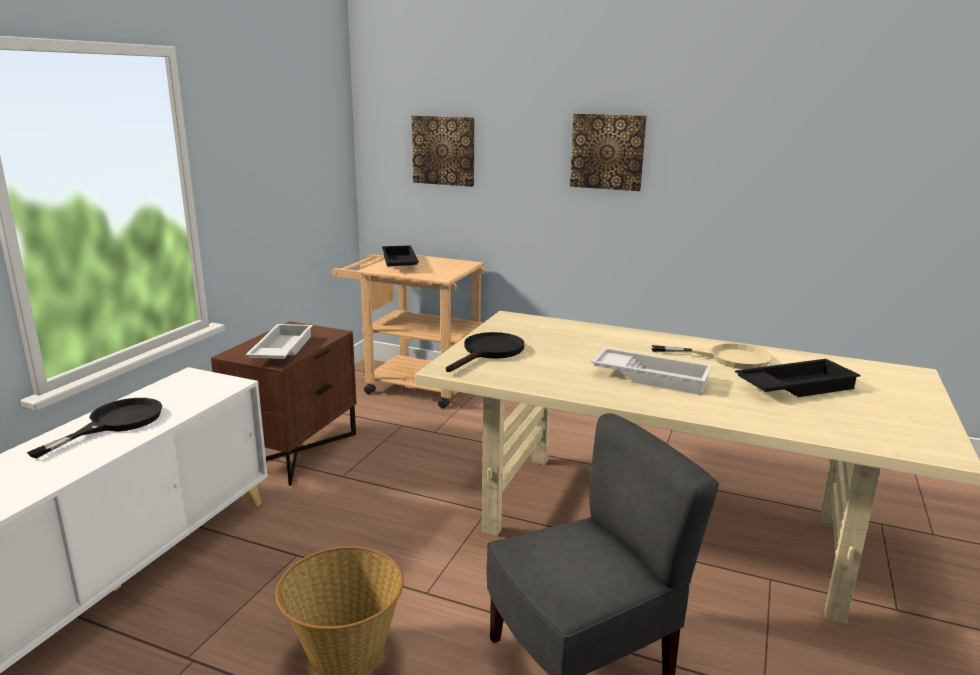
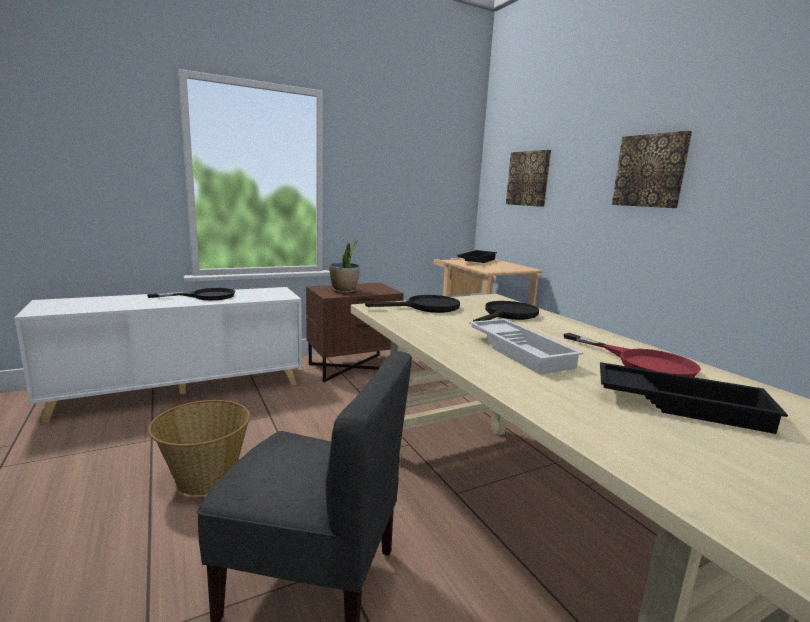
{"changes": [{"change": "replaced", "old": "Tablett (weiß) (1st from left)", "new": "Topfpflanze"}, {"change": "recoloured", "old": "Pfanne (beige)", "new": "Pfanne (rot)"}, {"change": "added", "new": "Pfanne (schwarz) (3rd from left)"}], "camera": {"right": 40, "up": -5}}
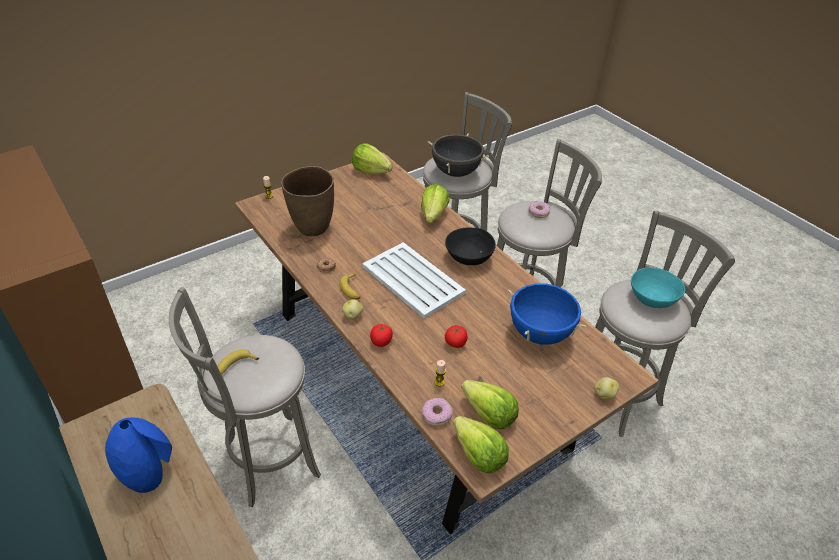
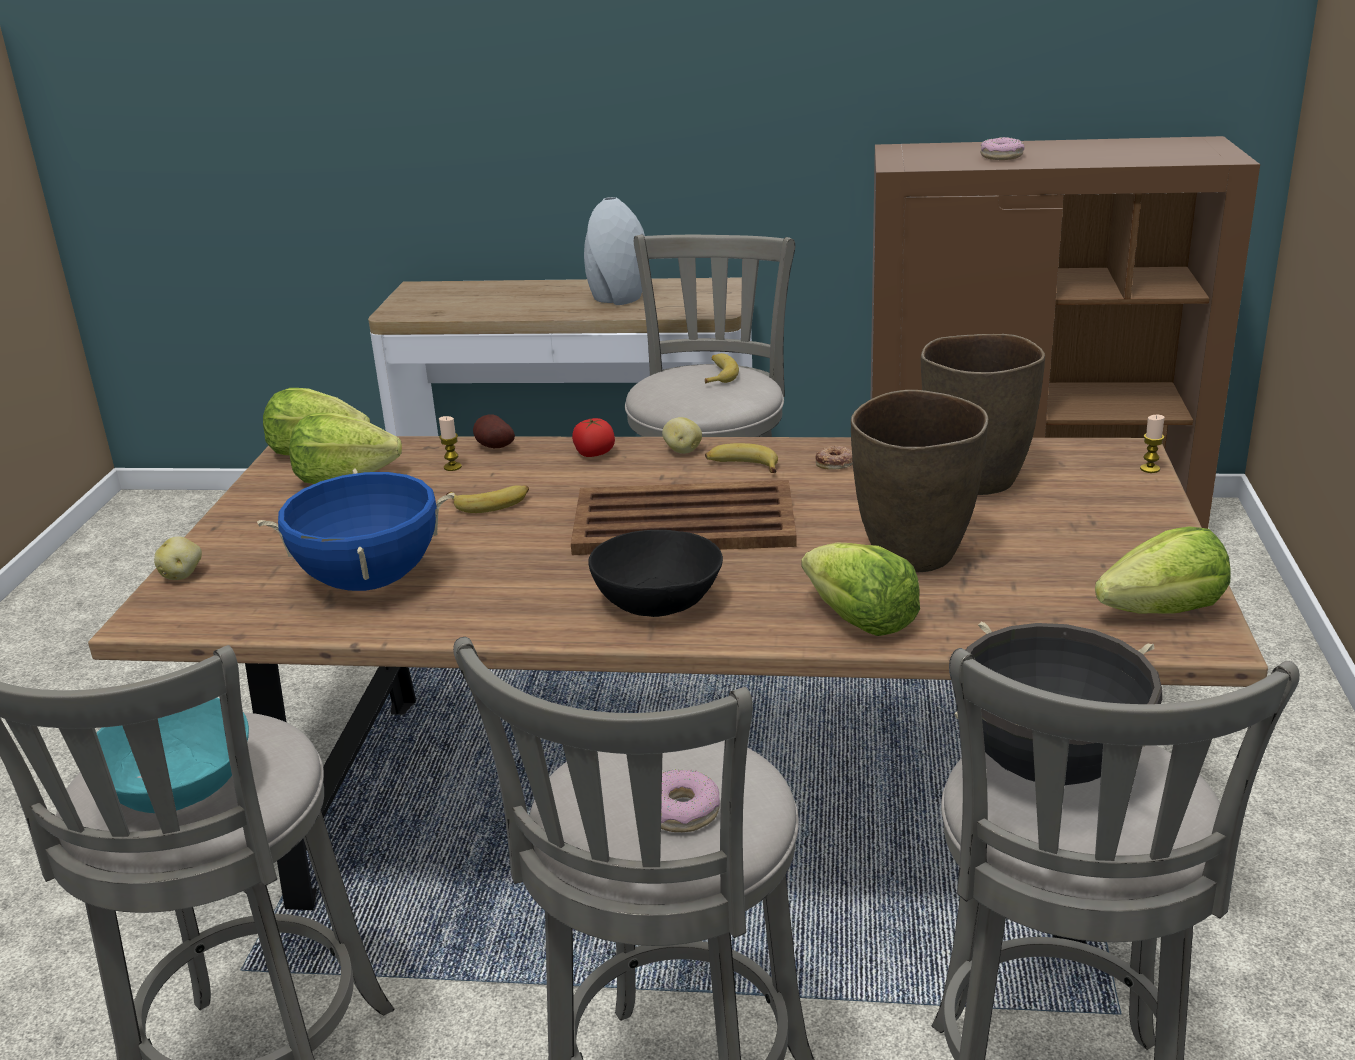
{"changes": [{"change": "recoloured", "old": "Vase (blau)", "new": "Vase (grau)"}, {"change": "recoloured", "old": "Tablett (weiß)", "new": "Tablett (braun)"}, {"change": "moved", "old": "Donut (2nd from left in the first image)", "new": "Donut (3rd from left)"}, {"change": "replaced", "old": "Tomate (2nd from left)", "new": "Banane (1st from left)"}, {"change": "added", "new": "Kartoffel (2nd from left)"}, {"change": "added", "new": "Vase (braun) (1st from left)"}], "camera": {"right": 135, "up": -15}}
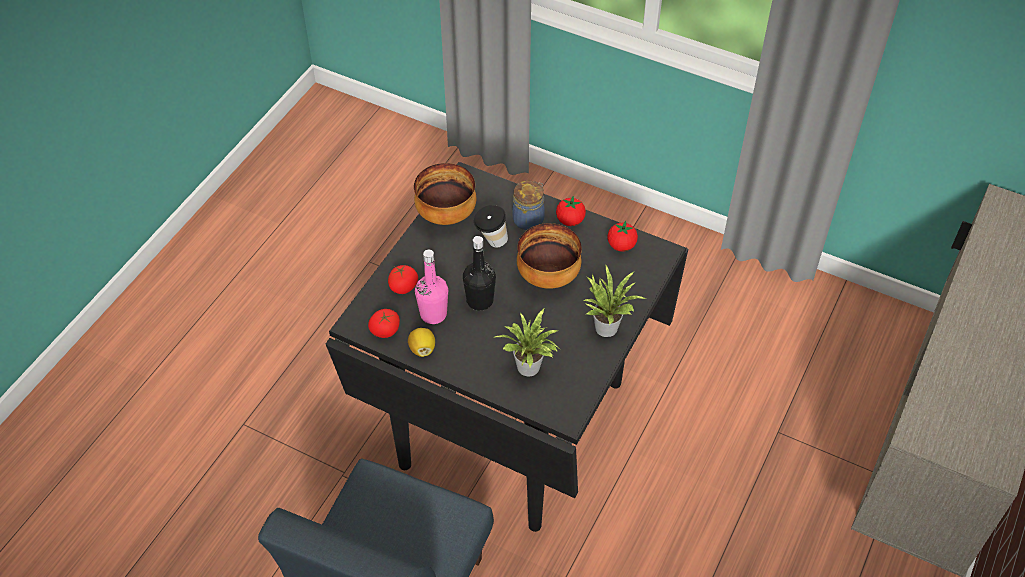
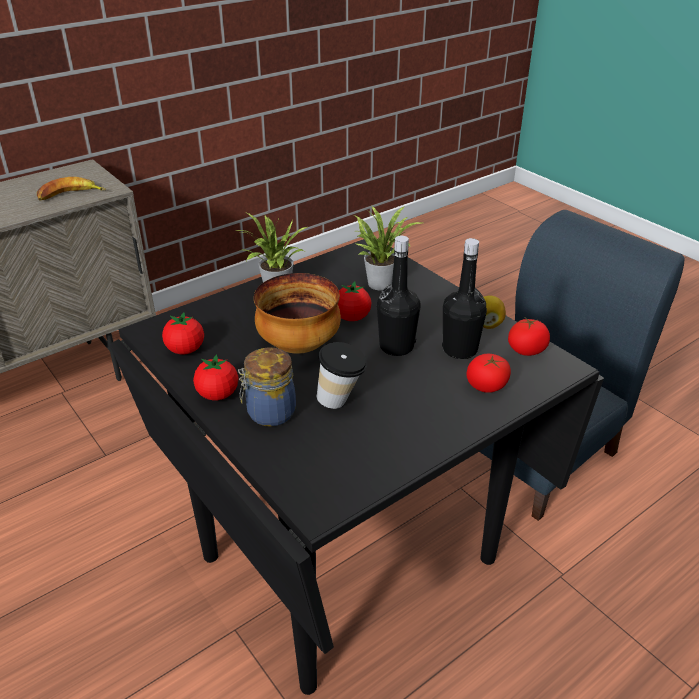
{"changes": [{"change": "removed", "old": "Schüssel (1st from left)"}, {"change": "recoloured", "old": "Flasche (rosa)", "new": "Flasche (schwarz) (2nd from left)"}, {"change": "added", "new": "Banane"}, {"change": "added", "new": "Tomate (3rd from left)"}], "camera": {"right": -155, "up": -15}}
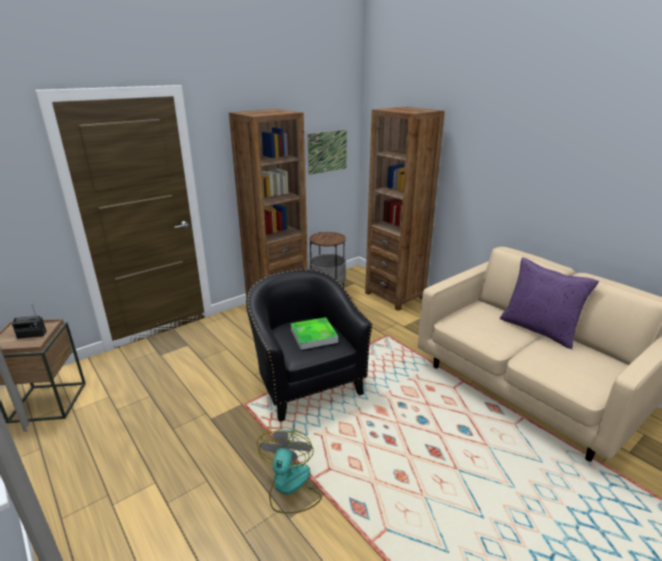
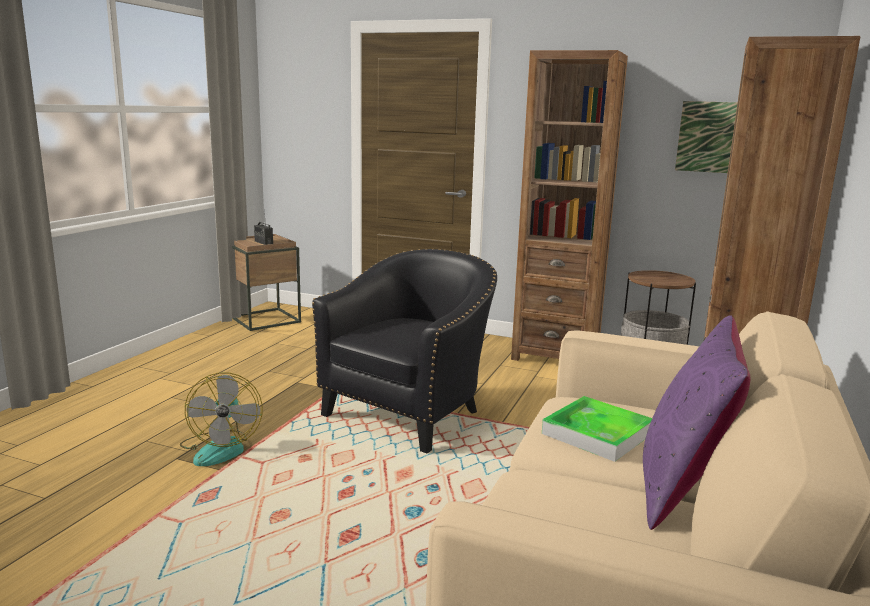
{"changes": [{"change": "turned", "old": "Ventilator", "degrees": 105}, {"change": "moved", "old": "Tablett"}], "camera": {"right": 60, "up": -10}}
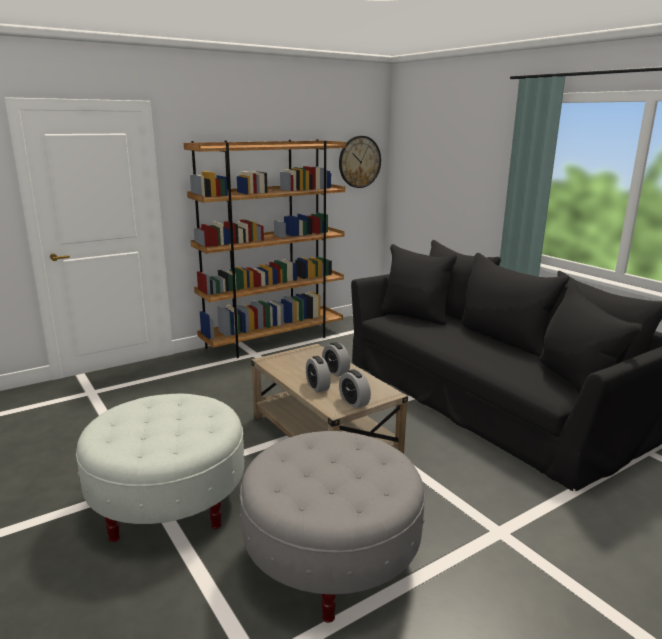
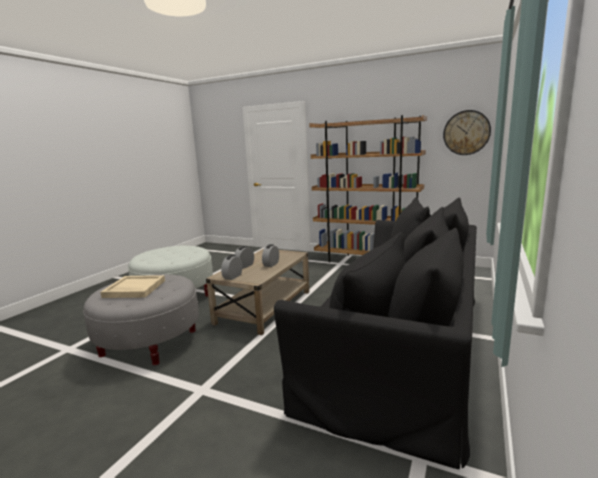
{"changes": [{"change": "added", "new": "Tablett (beige)"}], "camera": {"right": 60, "up": -5}}
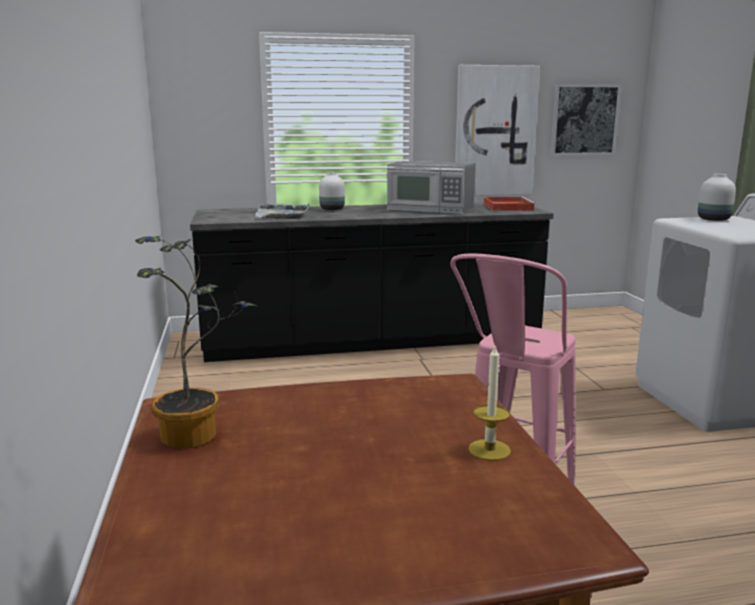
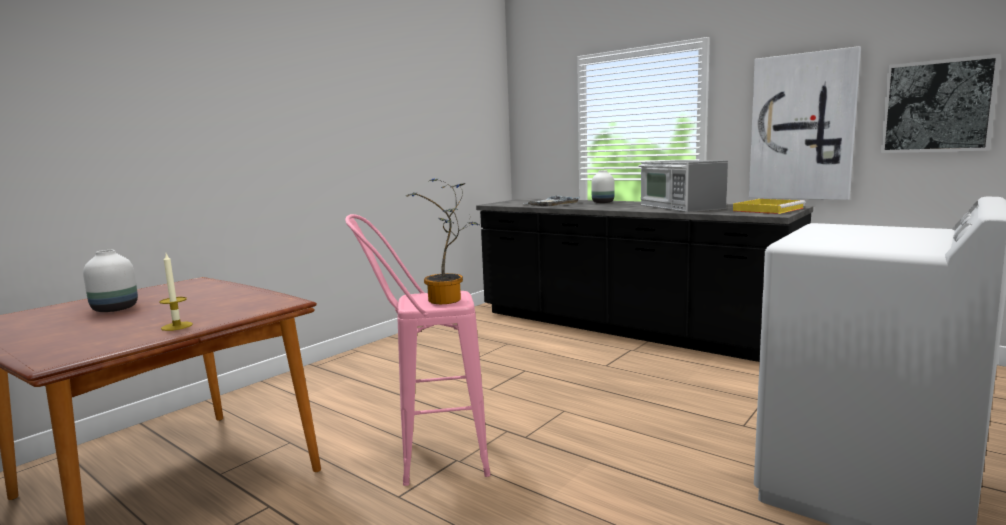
{"changes": [{"change": "moved", "old": "Topfpflanze"}, {"change": "recoloured", "old": "Tablett (rot)", "new": "Tablett (gelb)"}, {"change": "moved", "old": "Vase (weiß) (2nd from left in the first image)", "new": "Vase (weiß) (1st from left)"}], "camera": {"right": 50, "up": -5}}
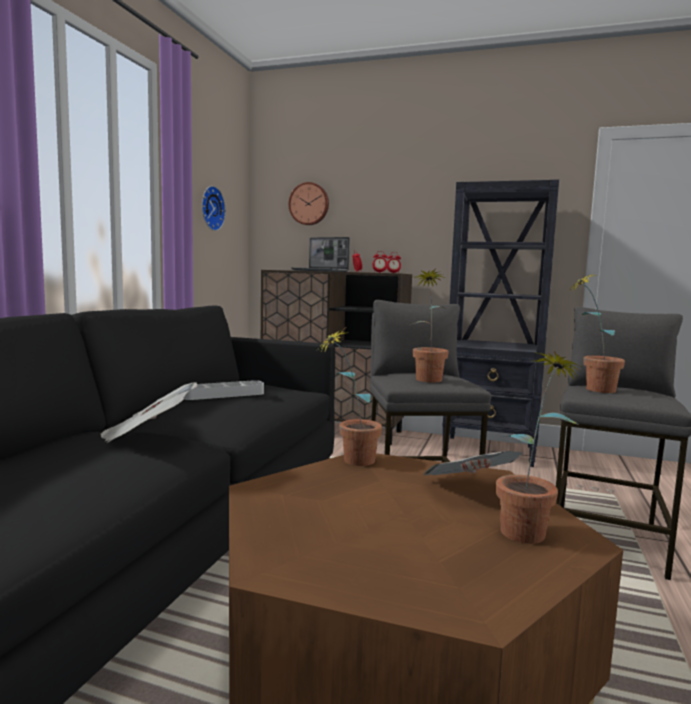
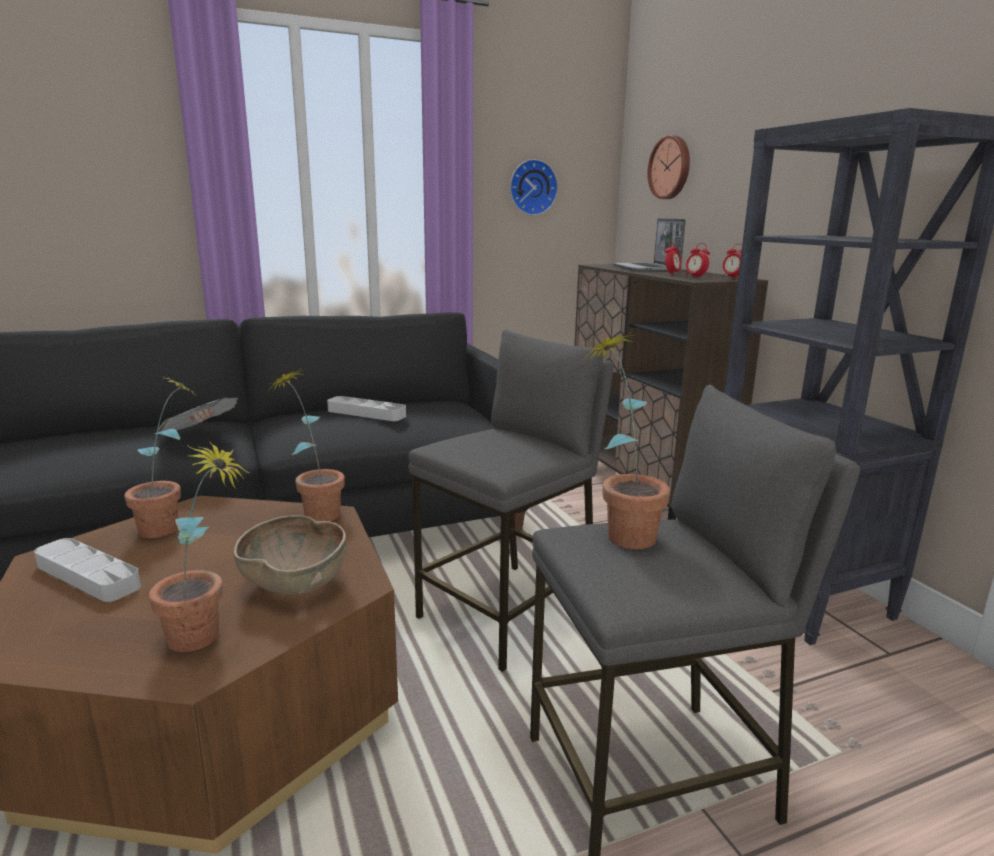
{"changes": [{"change": "moved", "old": "Topfpflanze (2nd from left in the first image)", "new": "Topfpflanze (1st from left)"}, {"change": "replaced", "old": "Zeitung (2nd from left)", "new": "Schüssel (braun)"}, {"change": "added", "new": "Tablett (grau) (1st from left)"}], "camera": {"right": 50, "up": 10}}
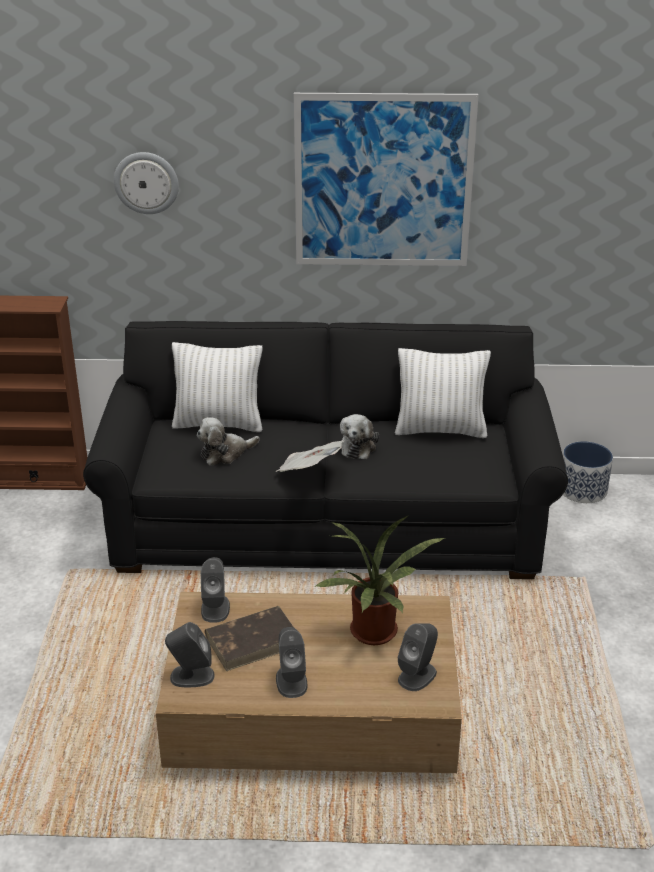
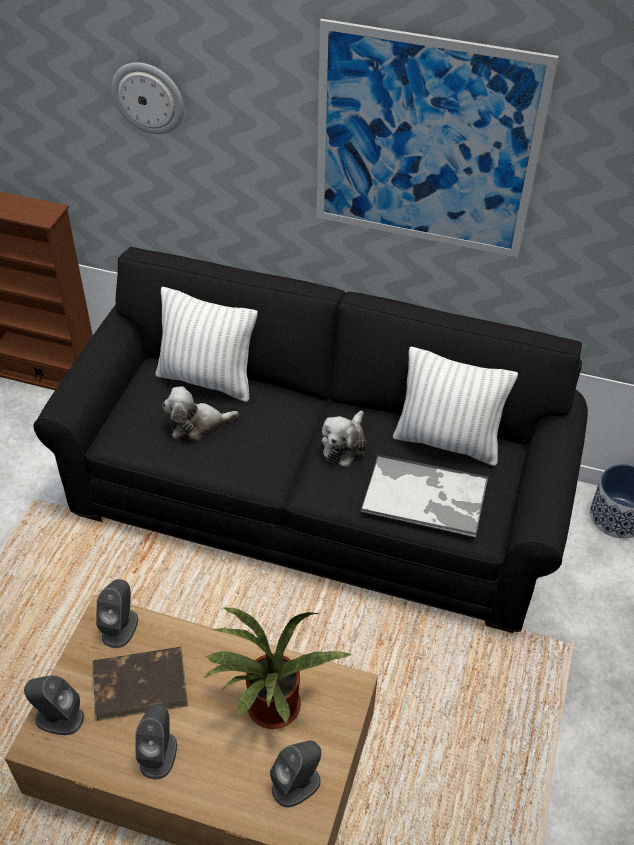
{"changes": [{"change": "removed", "old": "Zeitung"}, {"change": "added", "new": "Tablett"}], "camera": {"right": 15, "up": 15}}
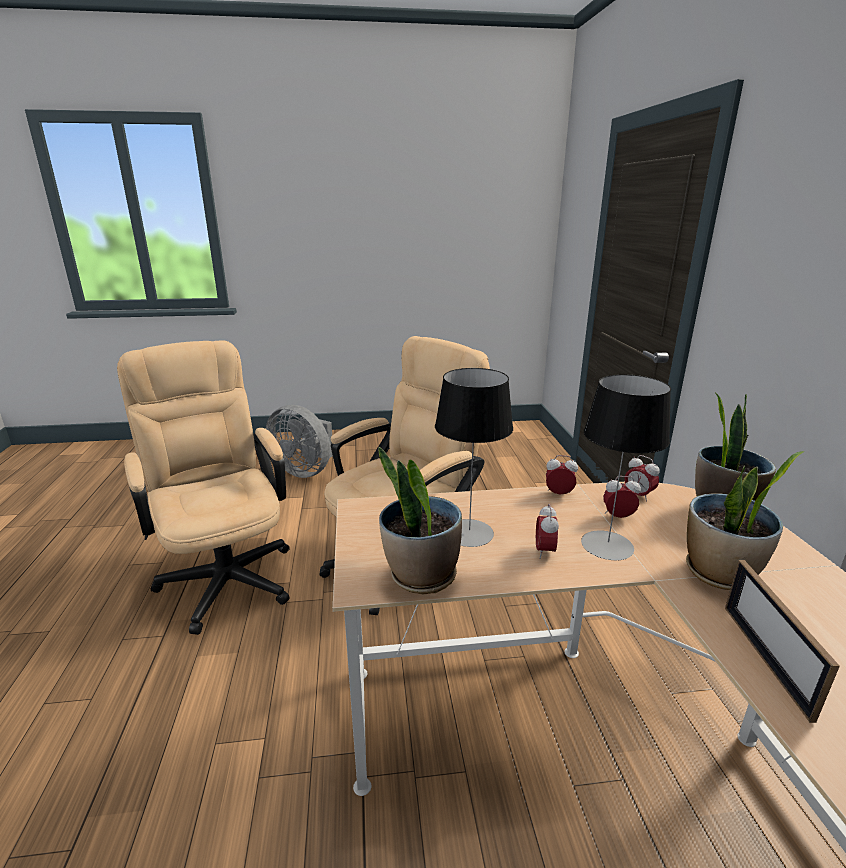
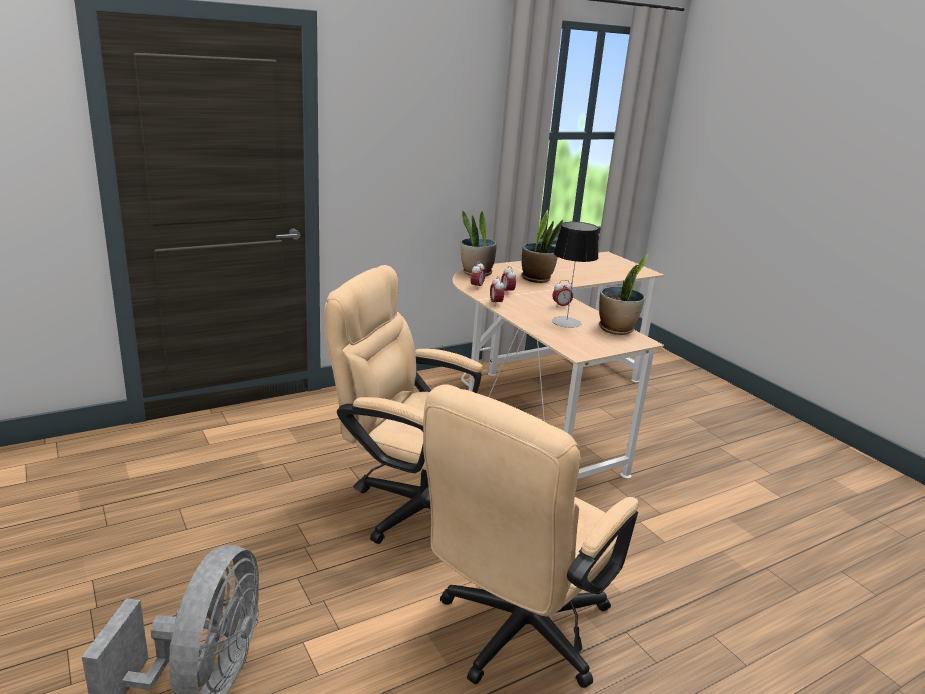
{"changes": [{"change": "removed", "old": "Tischlampe (2nd from left)"}, {"change": "removed", "old": "Bilderrahmen"}], "camera": {"right": -115, "up": 0}}
